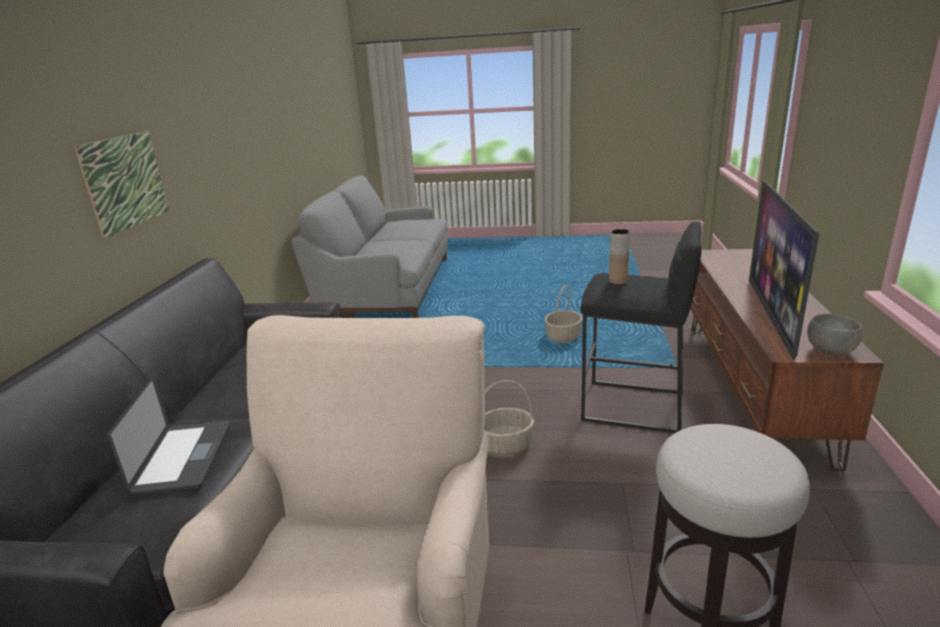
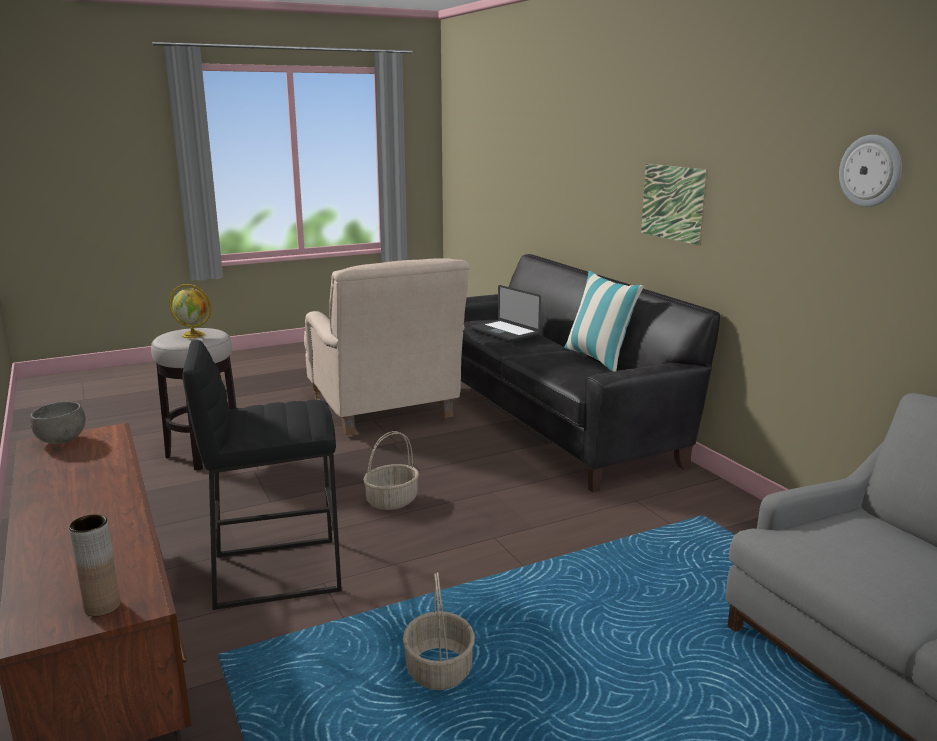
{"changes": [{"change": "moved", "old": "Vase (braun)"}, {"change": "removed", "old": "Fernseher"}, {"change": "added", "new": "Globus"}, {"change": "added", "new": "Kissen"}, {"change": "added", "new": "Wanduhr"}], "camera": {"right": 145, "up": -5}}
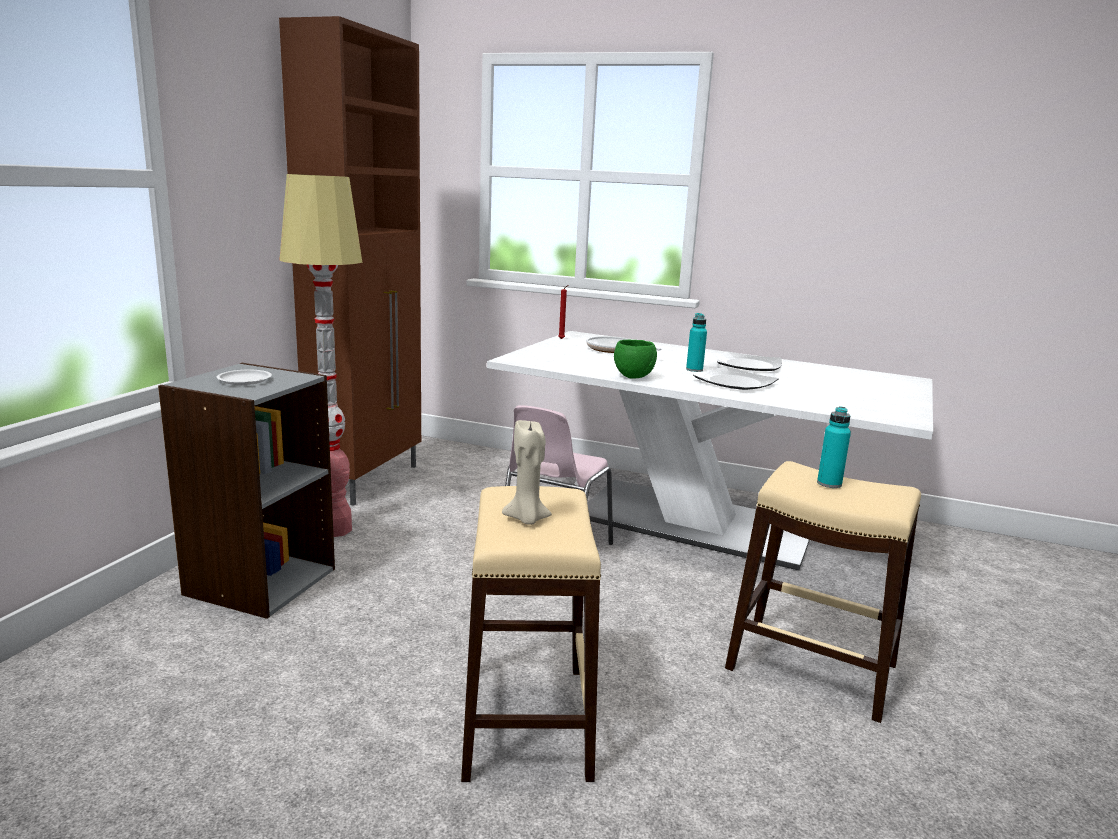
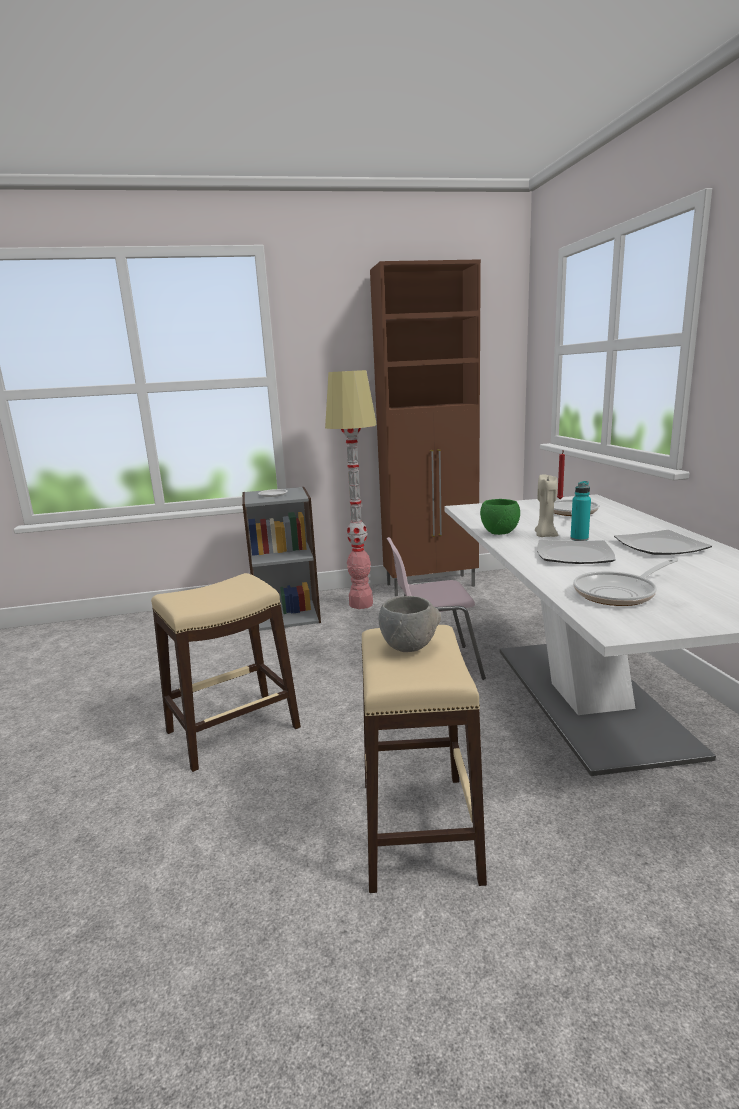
{"changes": [{"change": "moved", "old": "Kerze (beige)"}, {"change": "replaced", "old": "Flasche (türkis) (2nd from left)", "new": "Schüssel (grau)"}, {"change": "added", "new": "Pfanne (2nd from left)"}], "camera": {"right": 60, "up": 0}}
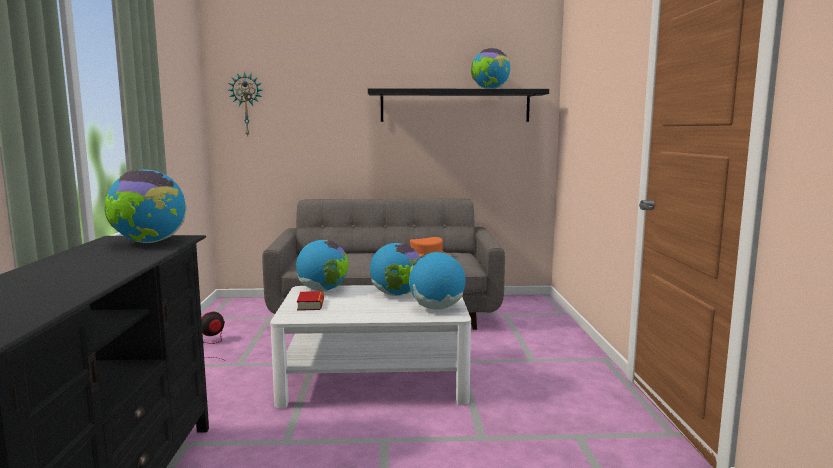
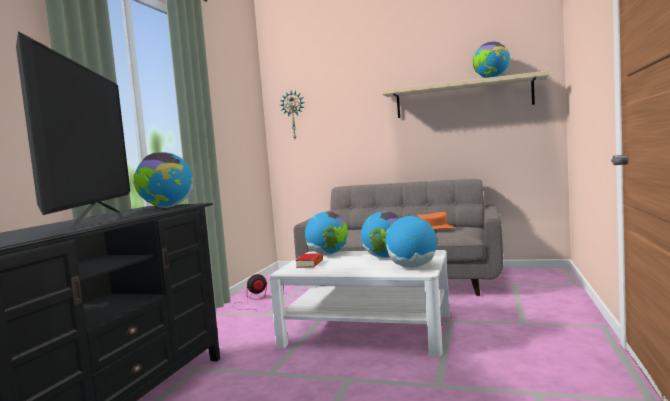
{"changes": [{"change": "recoloured", "old": "Wandregal (schwarz)", "new": "Wandregal (beige)"}, {"change": "added", "new": "Fernseher"}], "camera": {"right": 20, "up": -5}}
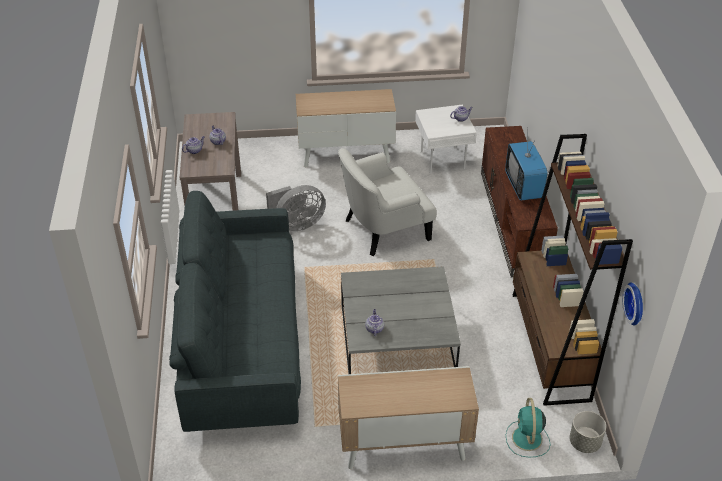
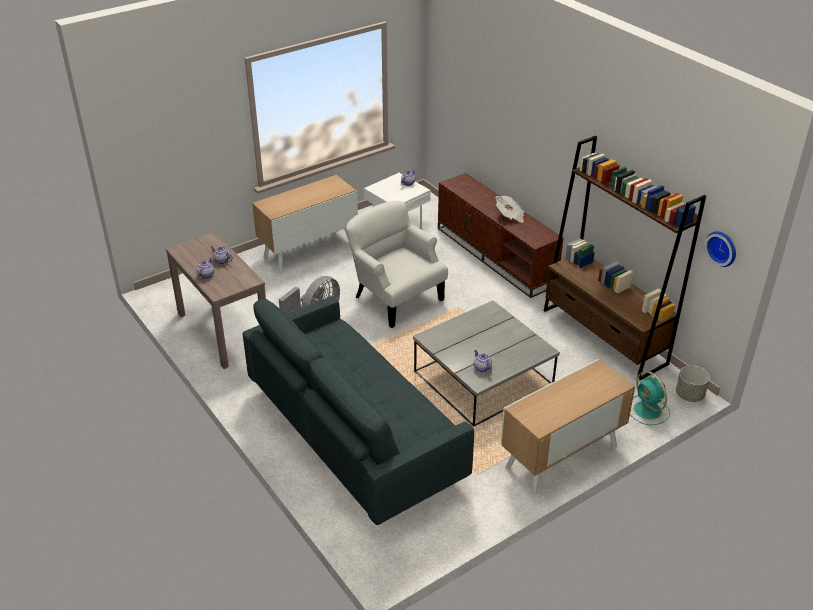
{"changes": [{"change": "turned", "old": "Sessel (weiß)", "degrees": 105}, {"change": "replaced", "old": "Fernseher", "new": "Zeitung"}], "camera": {"right": -30, "up": -5}}
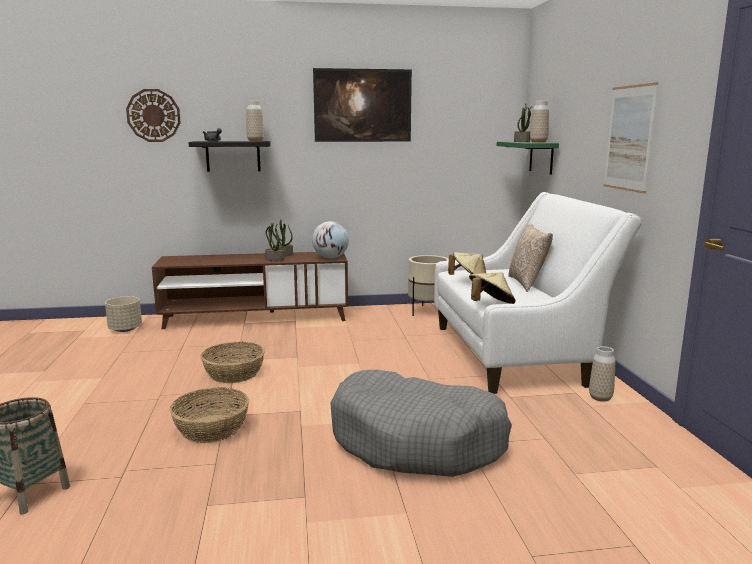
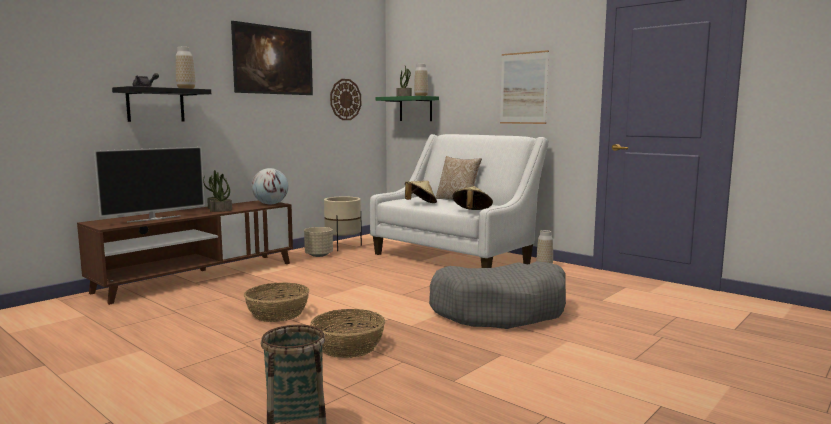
{"changes": [{"change": "moved", "old": "Pflanzkübel (beige) (1st from left)"}, {"change": "moved", "old": "Wanduhr"}, {"change": "added", "new": "Fernseher"}], "camera": {"right": -40, "up": -5}}
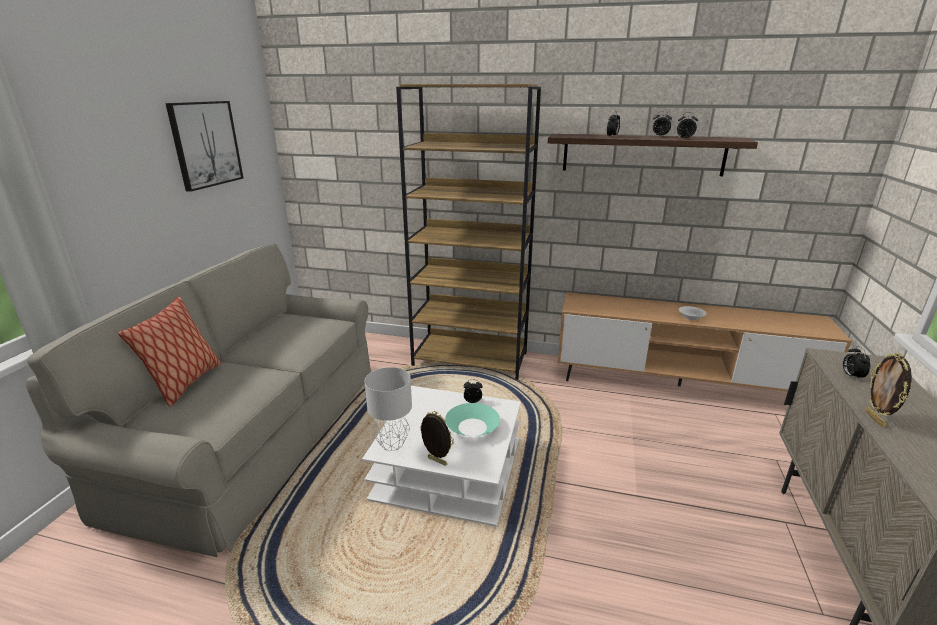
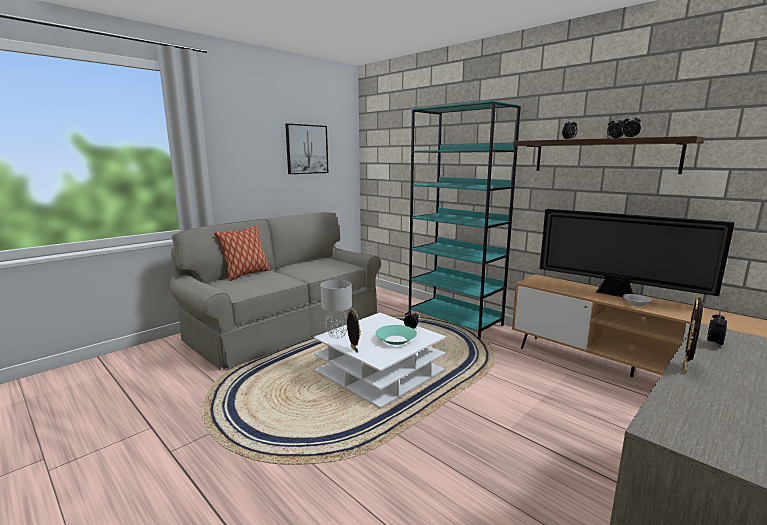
{"changes": [{"change": "recoloured", "old": "Bücherregal (braun)", "new": "Bücherregal (türkis)"}, {"change": "added", "new": "Fernseher"}], "camera": {"right": 30, "up": -10}}
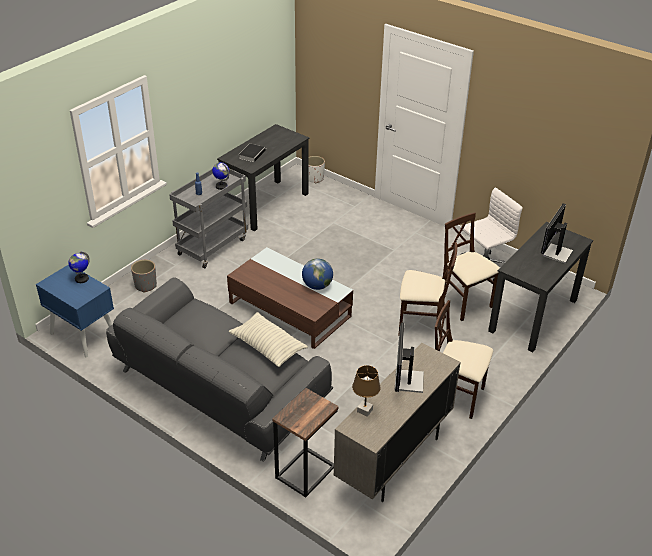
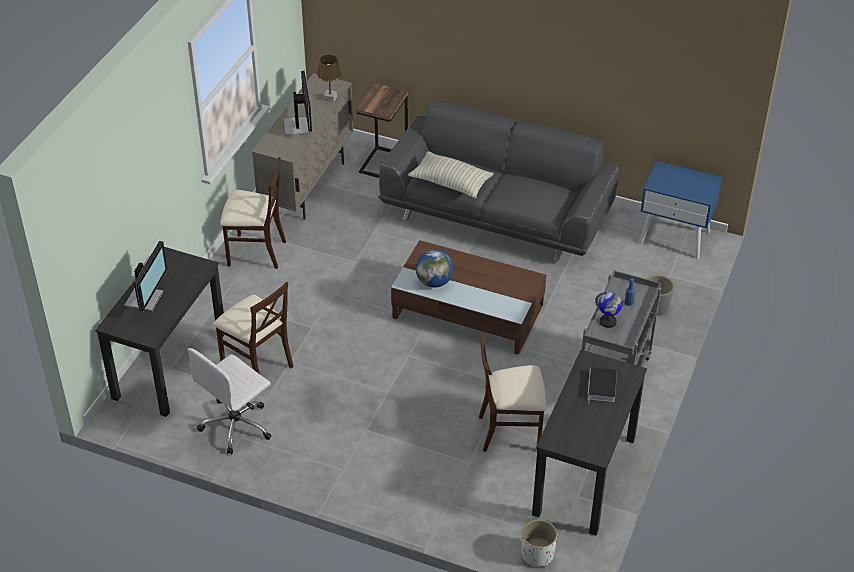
{"changes": [{"change": "removed", "old": "Globus (1st from left)"}, {"change": "moved", "old": "Stuhl (beige) (1st from left in the first image)", "new": "Stuhl (beige) (3rd from left)"}], "camera": {"right": 165, "up": 5}}
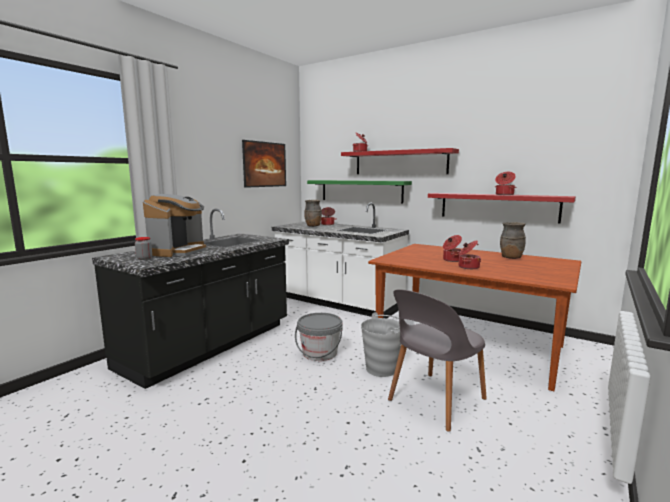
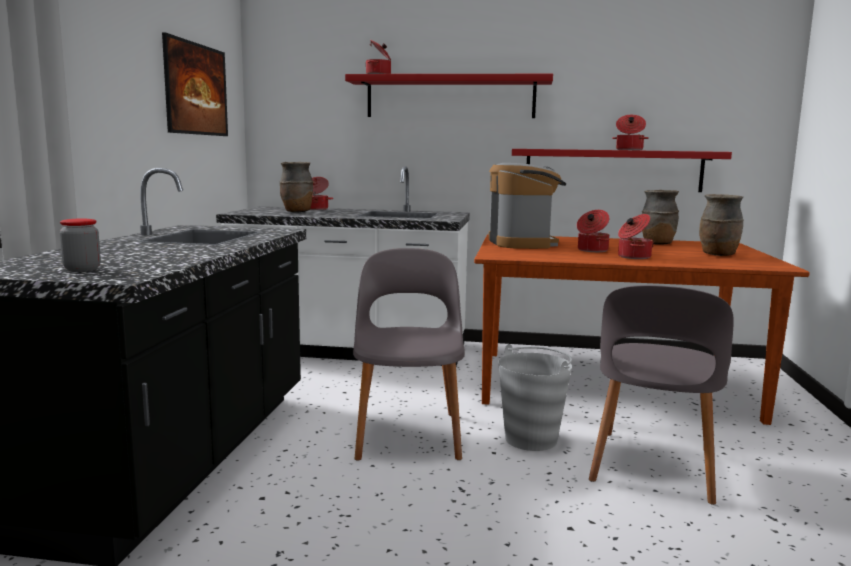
{"changes": [{"change": "moved", "old": "Kaffeemaschine"}, {"change": "replaced", "old": "Eimer (grau) (1st from left)", "new": "Stuhl (grau) (1st from left)"}, {"change": "removed", "old": "Wandregal (grün)"}, {"change": "added", "new": "Vase (braun) (3rd from left)"}], "camera": {"right": -25, "up": 0}}
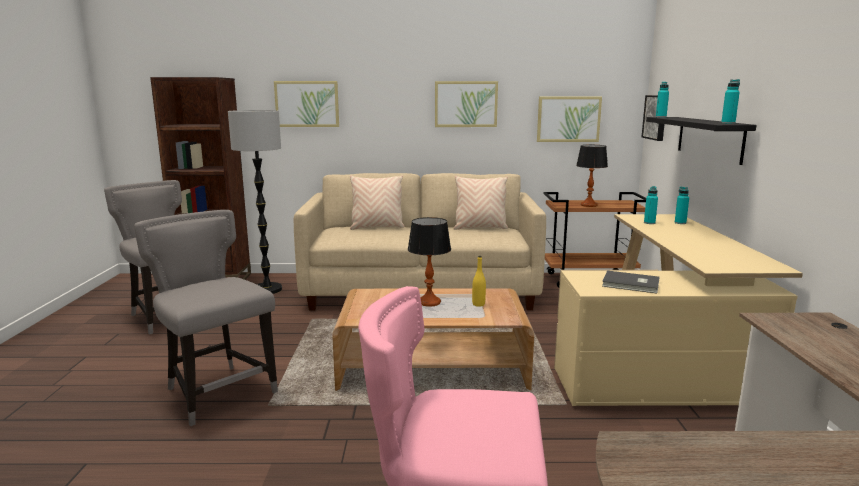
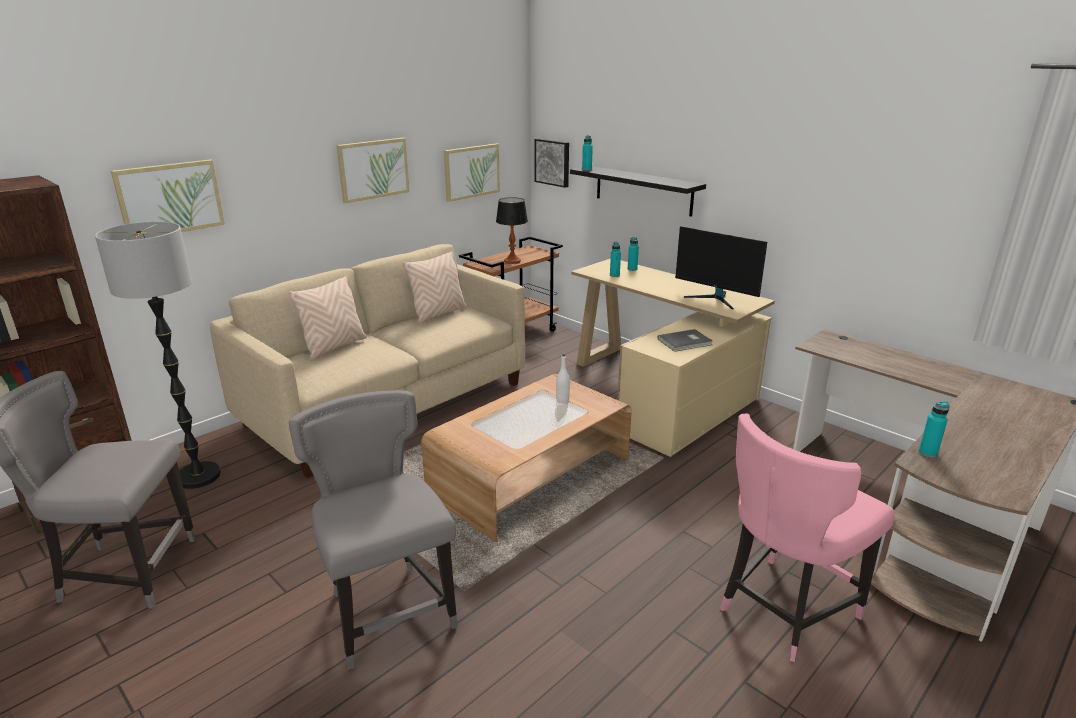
{"changes": [{"change": "turned", "old": "Stuhl (grau) (2nd from left)", "degrees": 60}, {"change": "removed", "old": "Tischlampe (1st from left)"}, {"change": "recoloured", "old": "Flasche (gelb)", "new": "Flasche (weiß)"}, {"change": "moved", "old": "Flasche (türkis) (4th from left)"}, {"change": "added", "new": "Monitor"}], "camera": {"right": -45, "up": 10}}
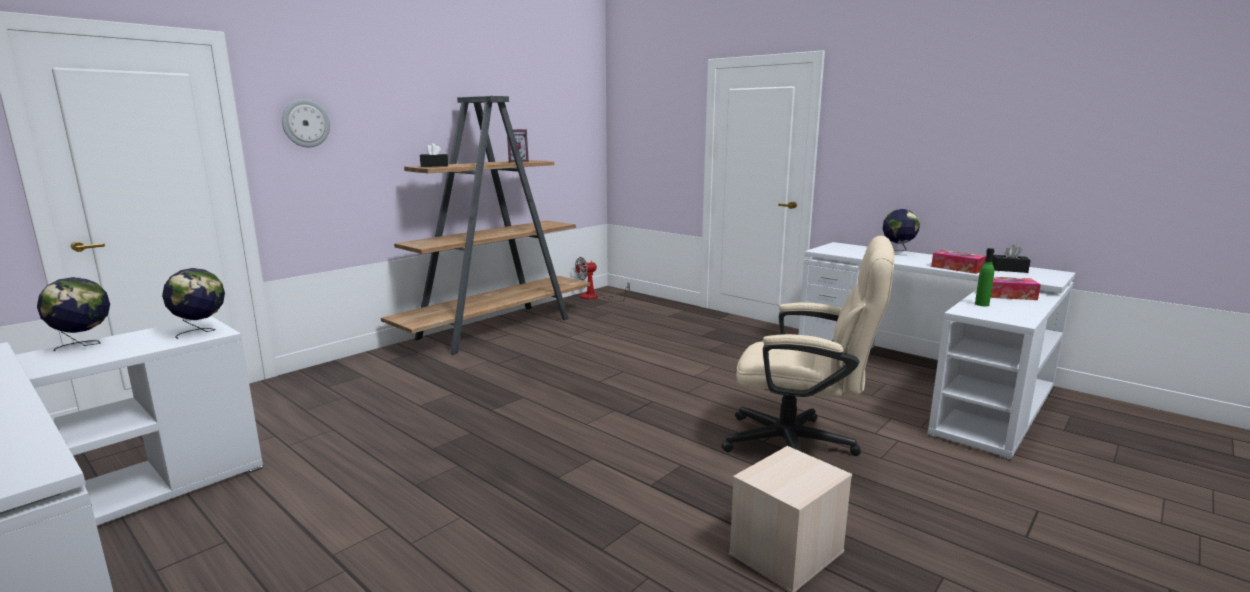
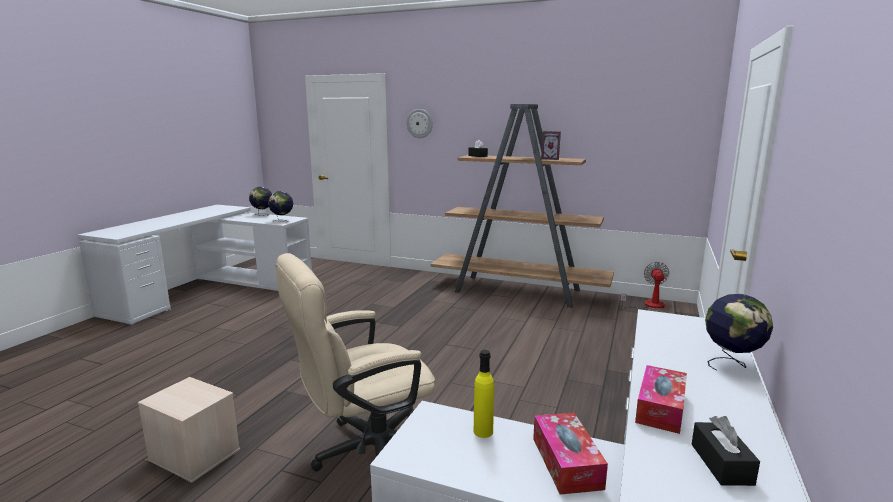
{"changes": [{"change": "turned", "old": "Ventilator", "degrees": 60}, {"change": "turned", "old": "Bürostuhl (beige)", "degrees": 60}, {"change": "recoloured", "old": "Flasche (grün)", "new": "Flasche (gelb)"}], "camera": {"right": 70, "up": 0}}
